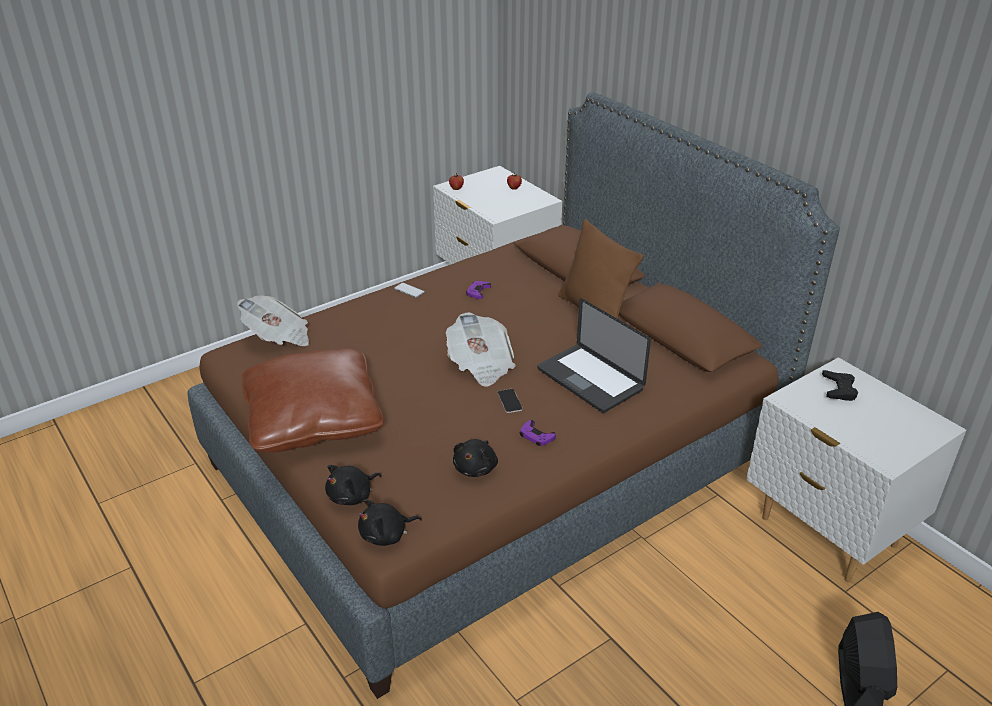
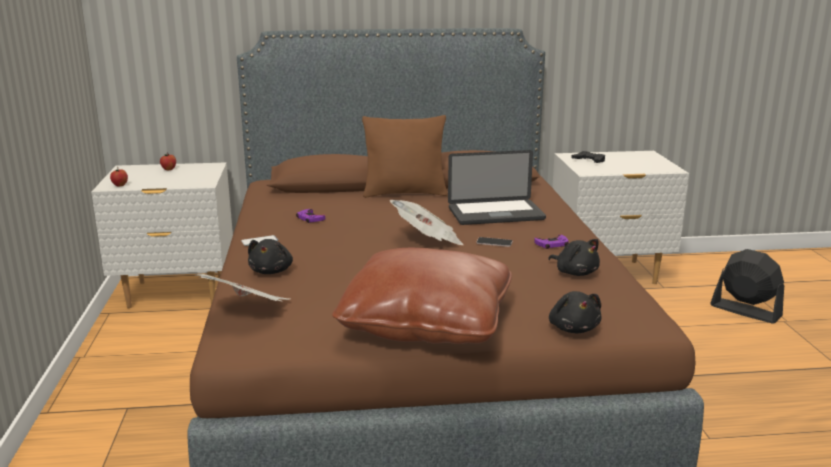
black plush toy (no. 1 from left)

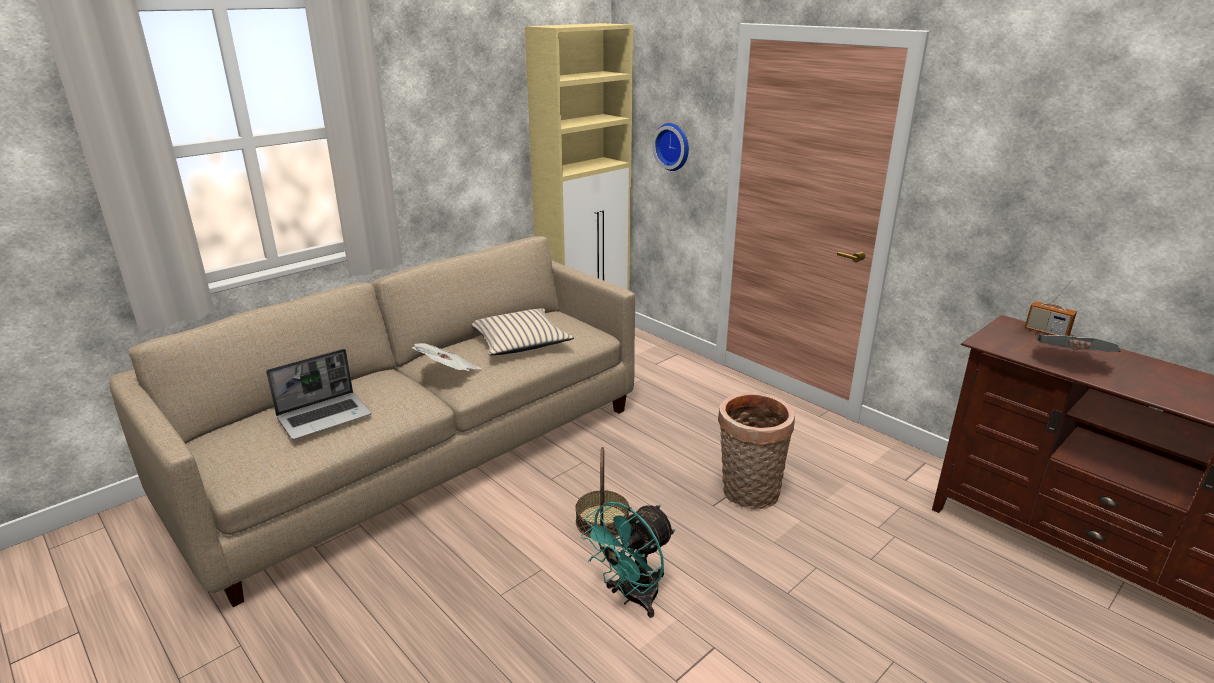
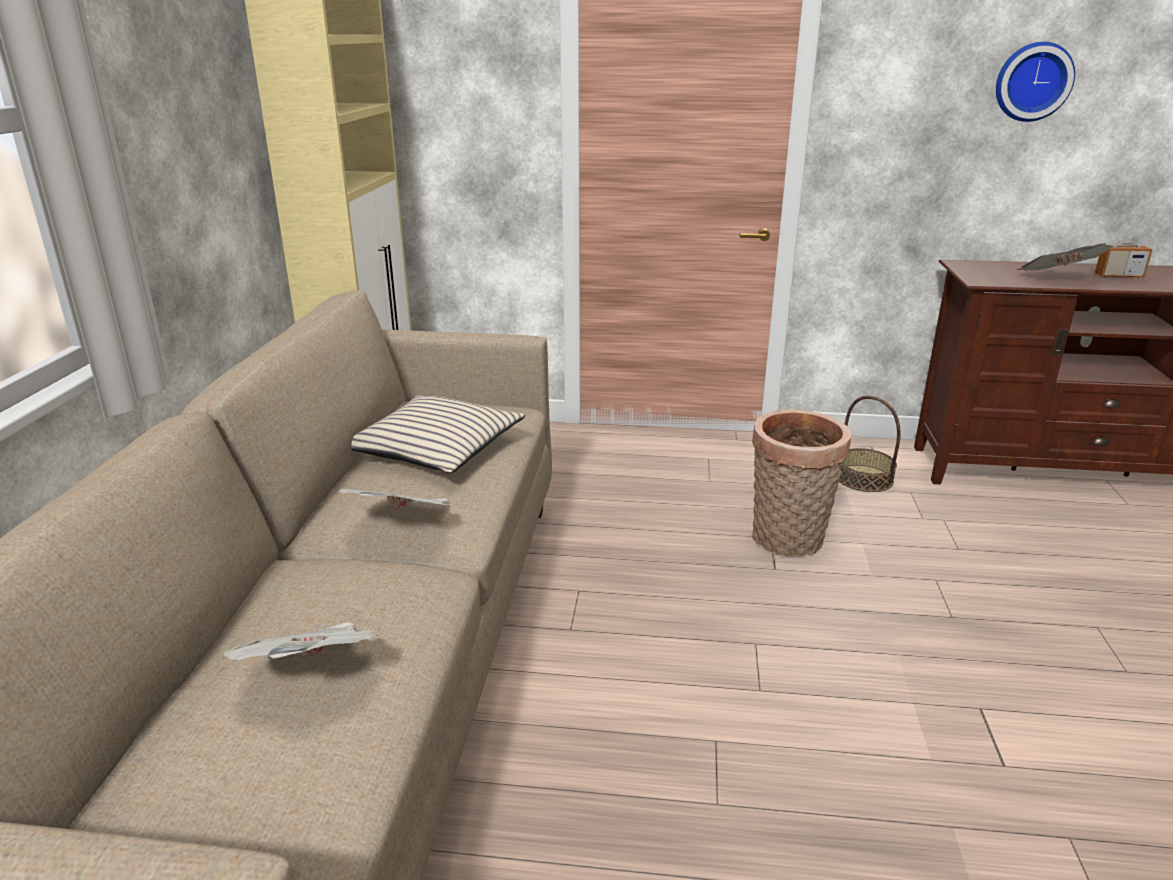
newspaper (no. 1 from left); basket (no. 2 from left); turquoise fan; wall clock; radio

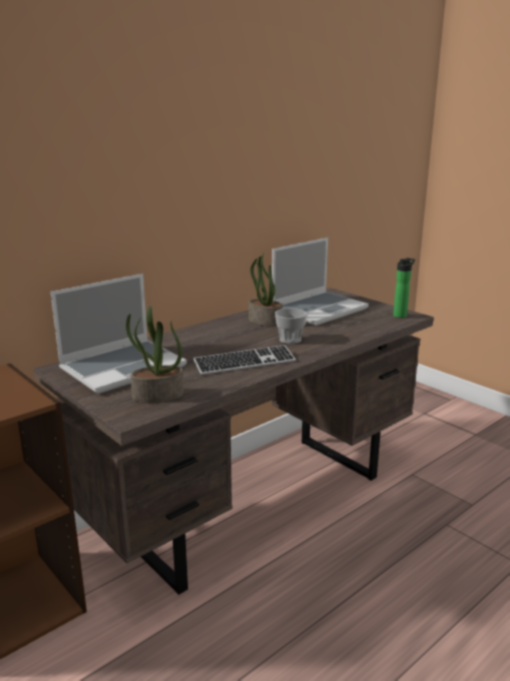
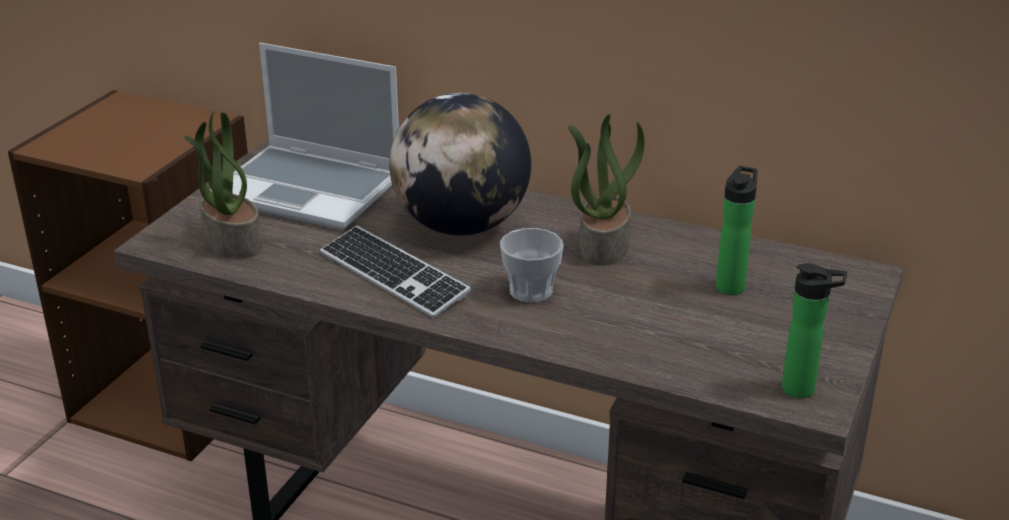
bottle (no. 1 from left); globe

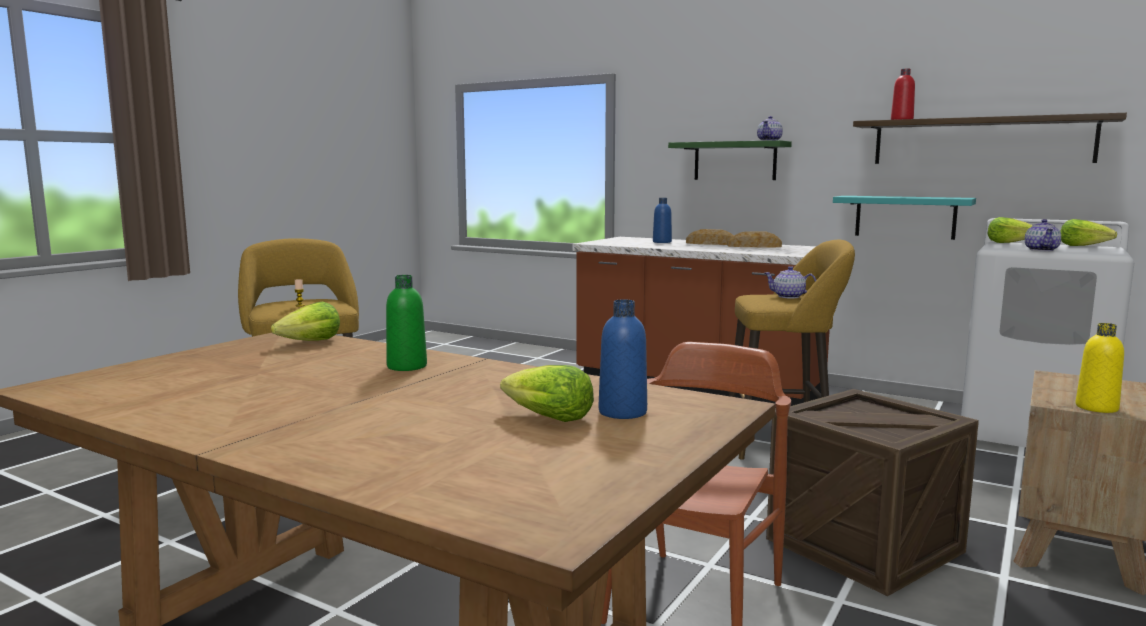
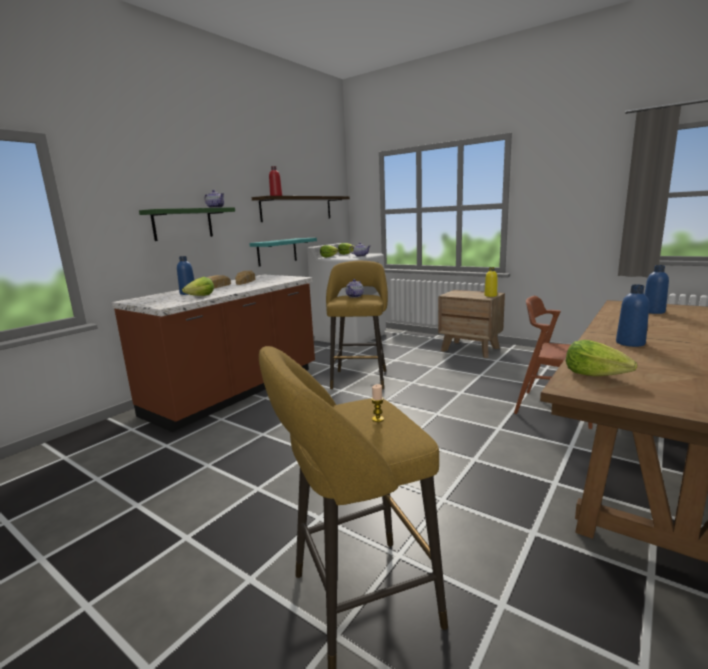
blue bottle (no. 2 from left); lettuce (no. 1 from left); crate

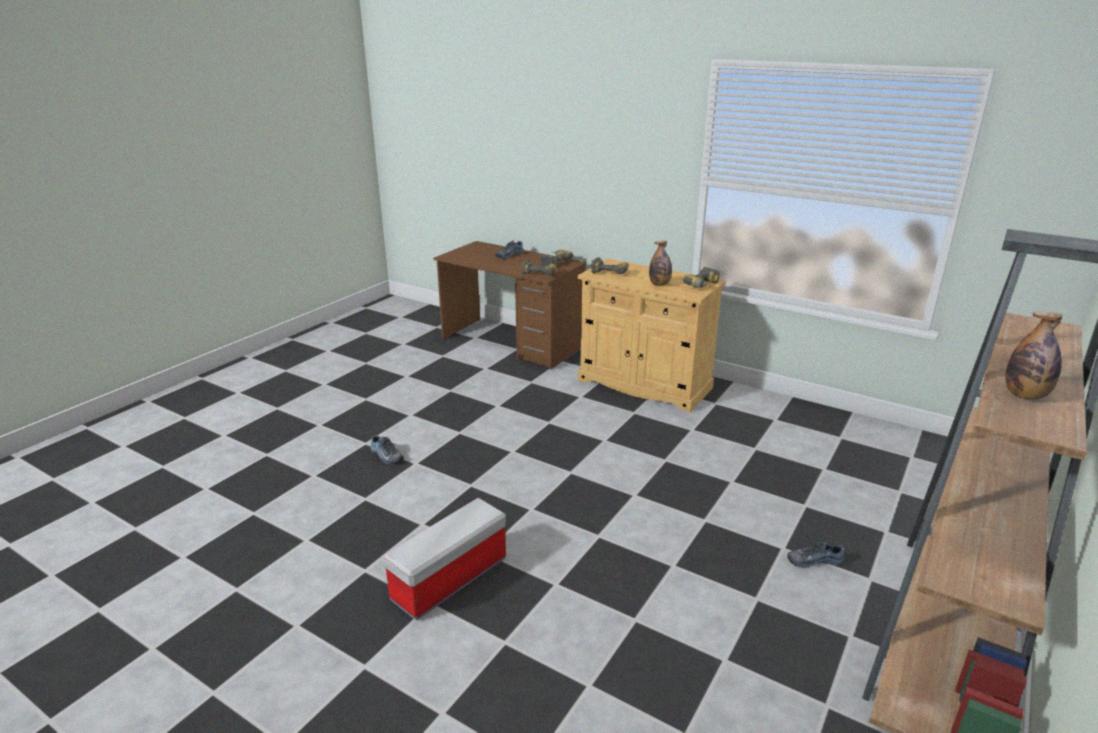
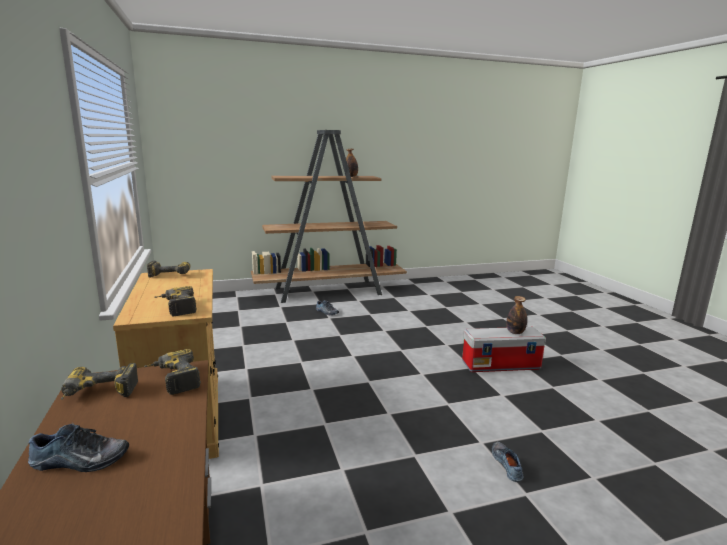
bottle (no. 2 from left)

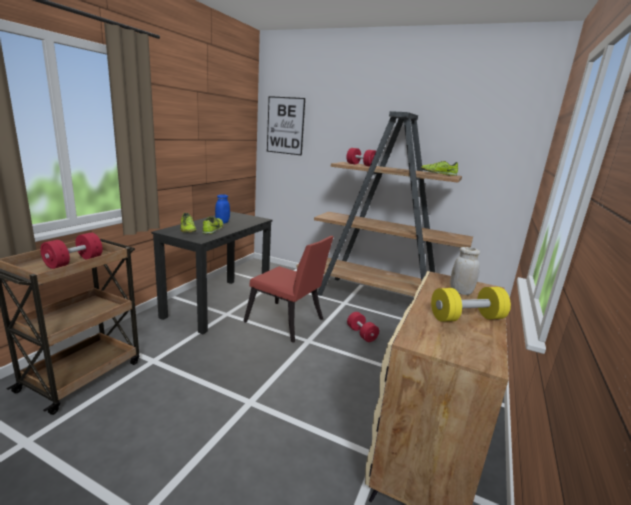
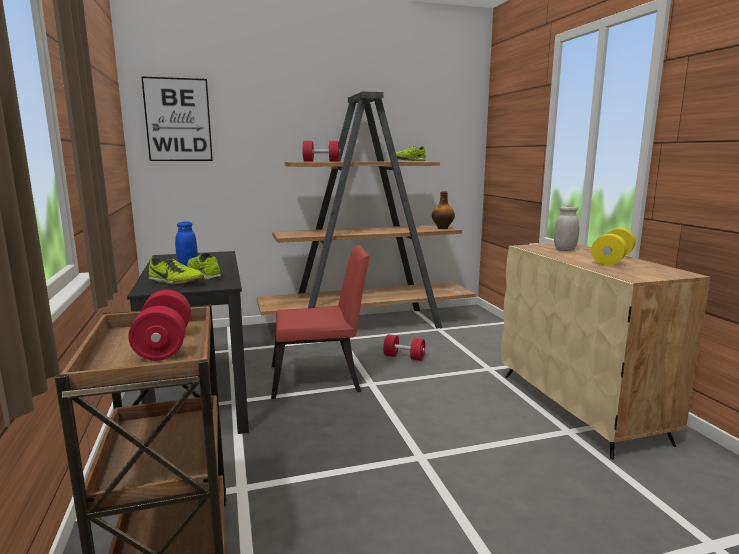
bottle

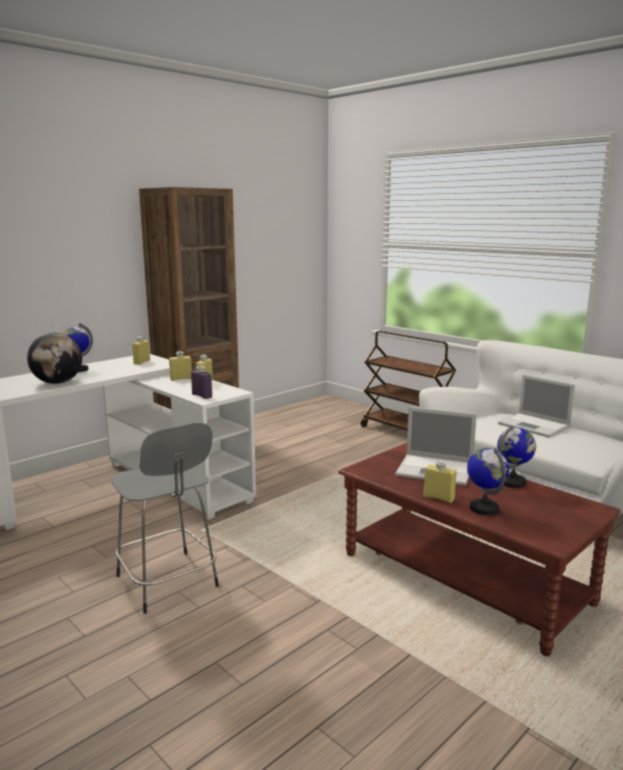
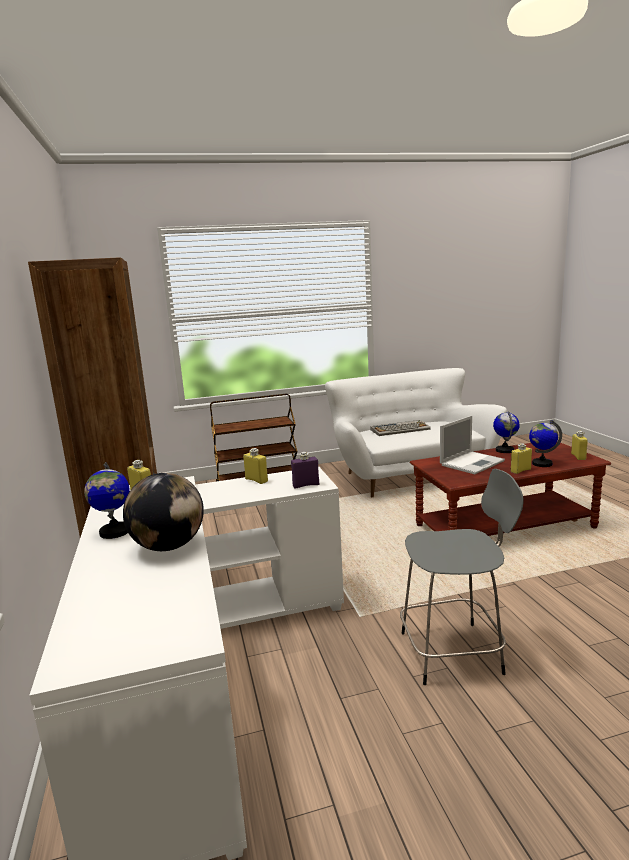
yellow bottle (no. 4 from left); keyboard

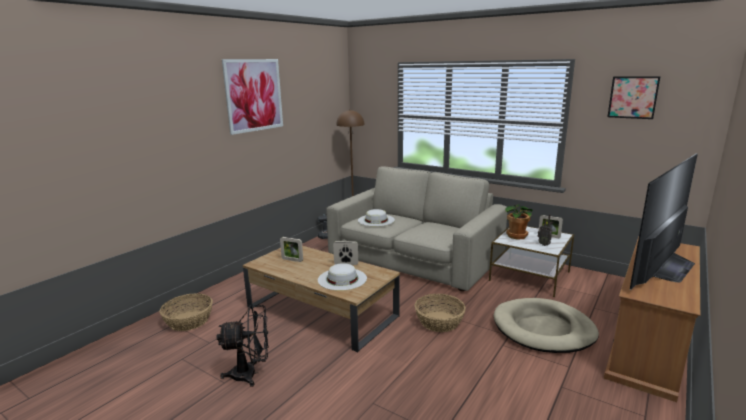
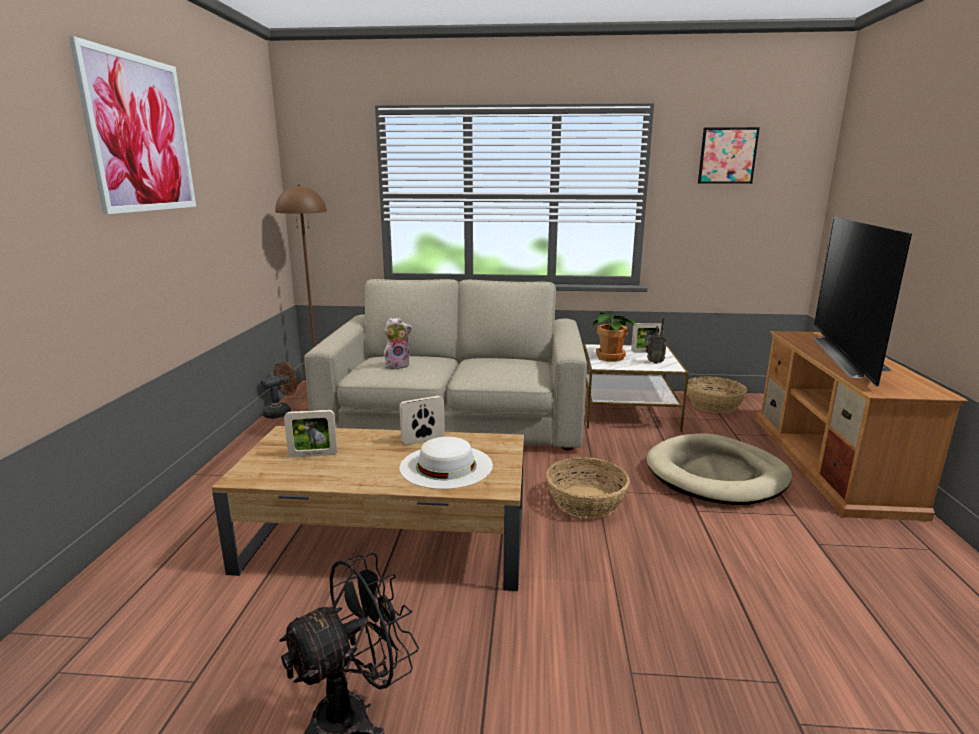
basket (no. 2 from left); plush toy

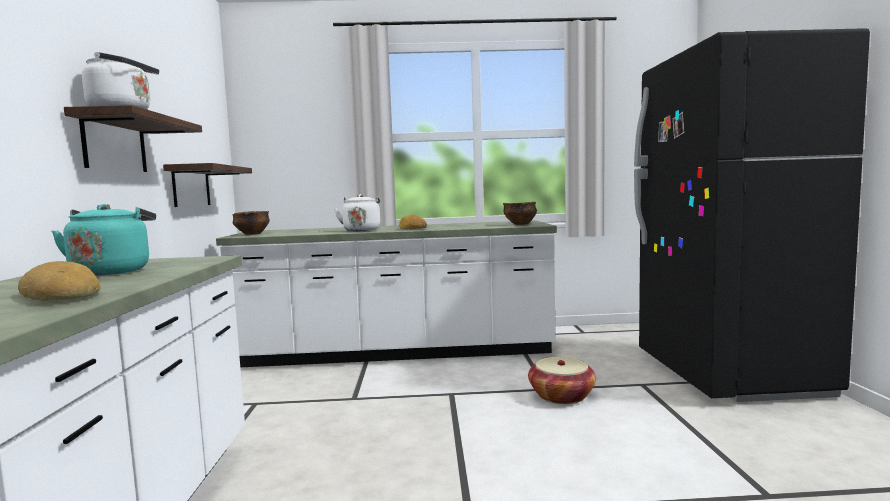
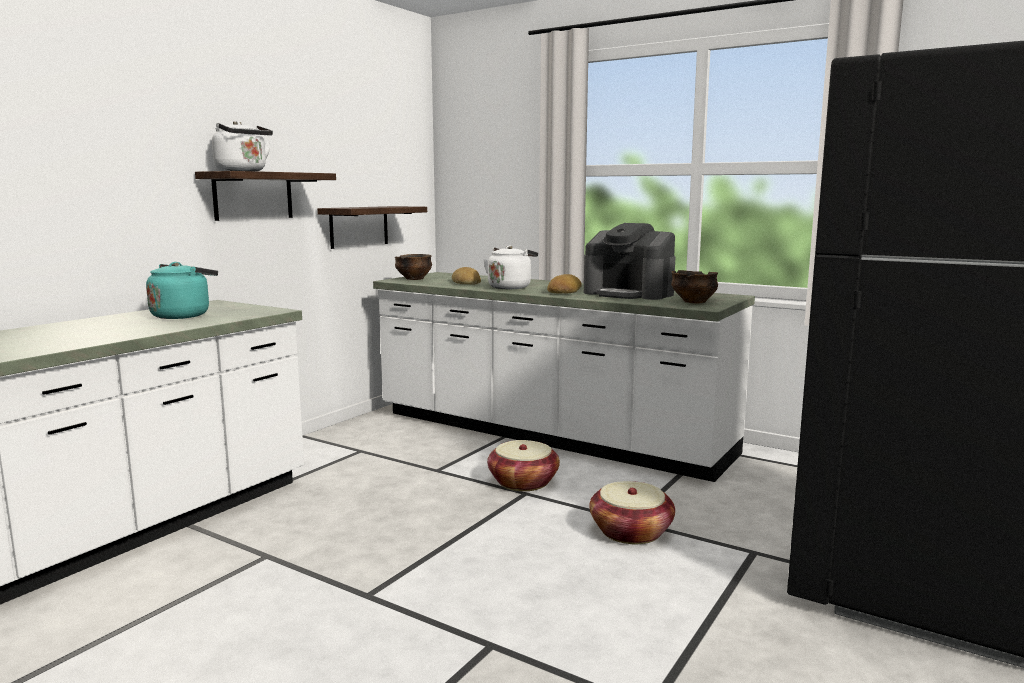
bread (no. 1 from left); basket (no. 1 from left); coffee machine

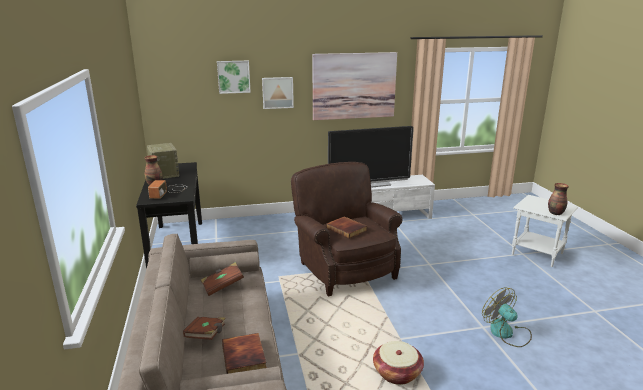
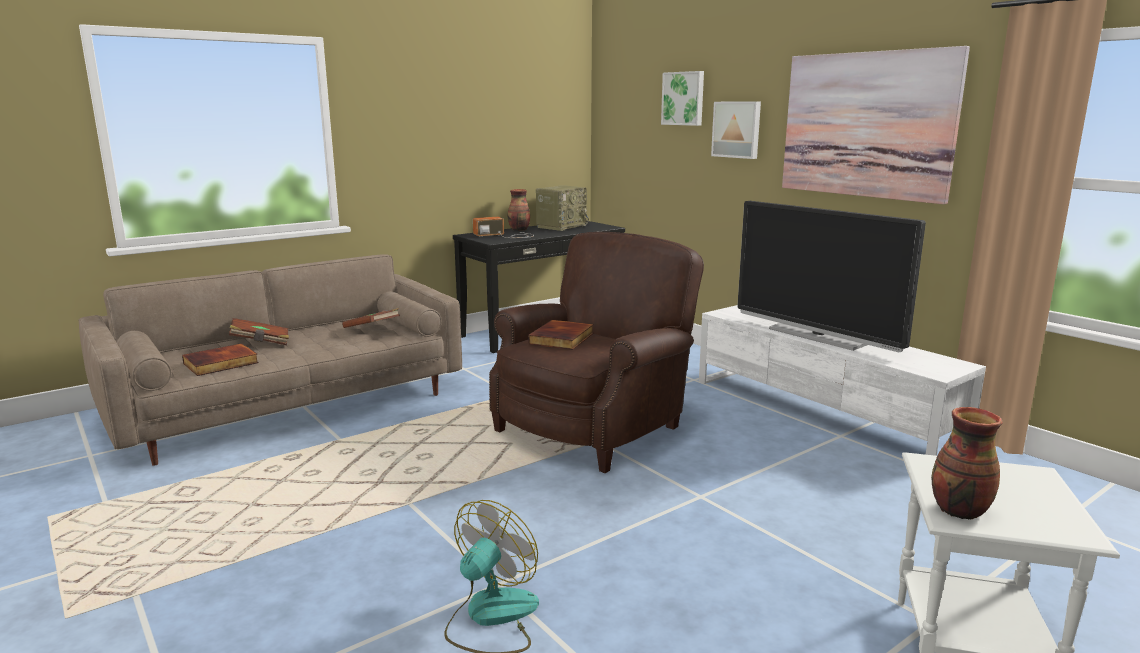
basket

